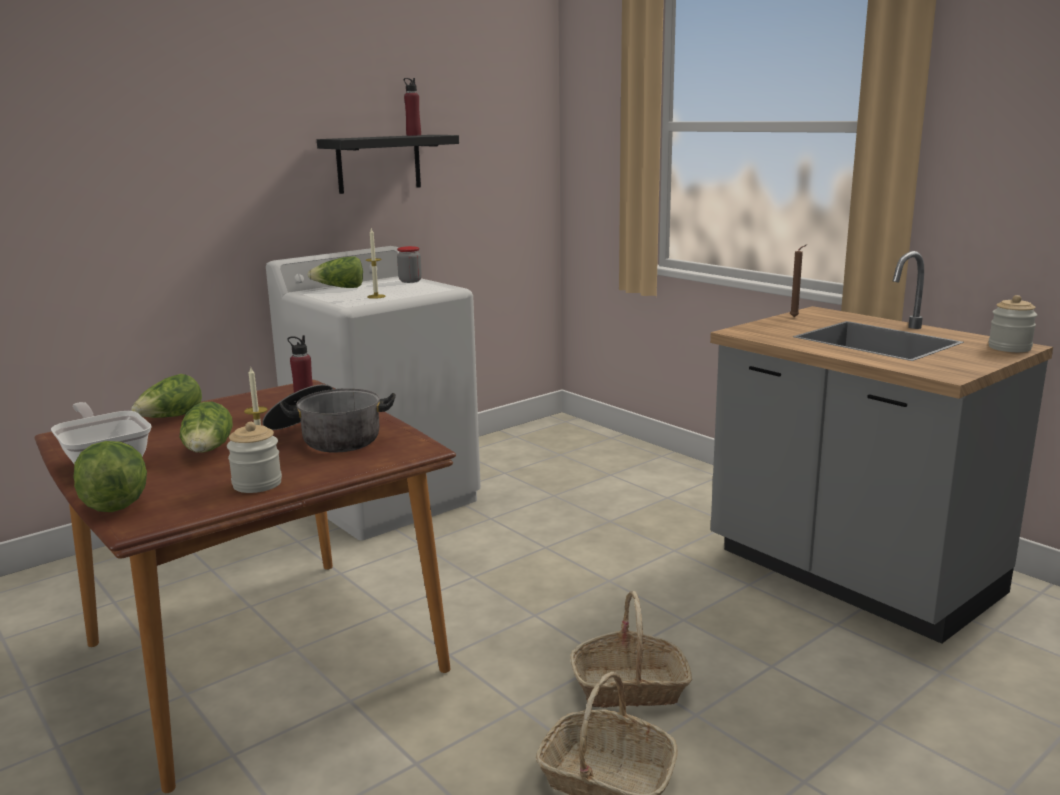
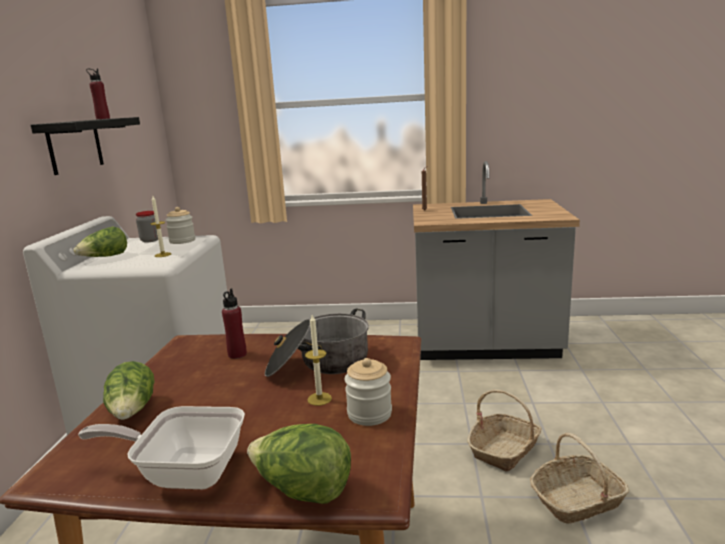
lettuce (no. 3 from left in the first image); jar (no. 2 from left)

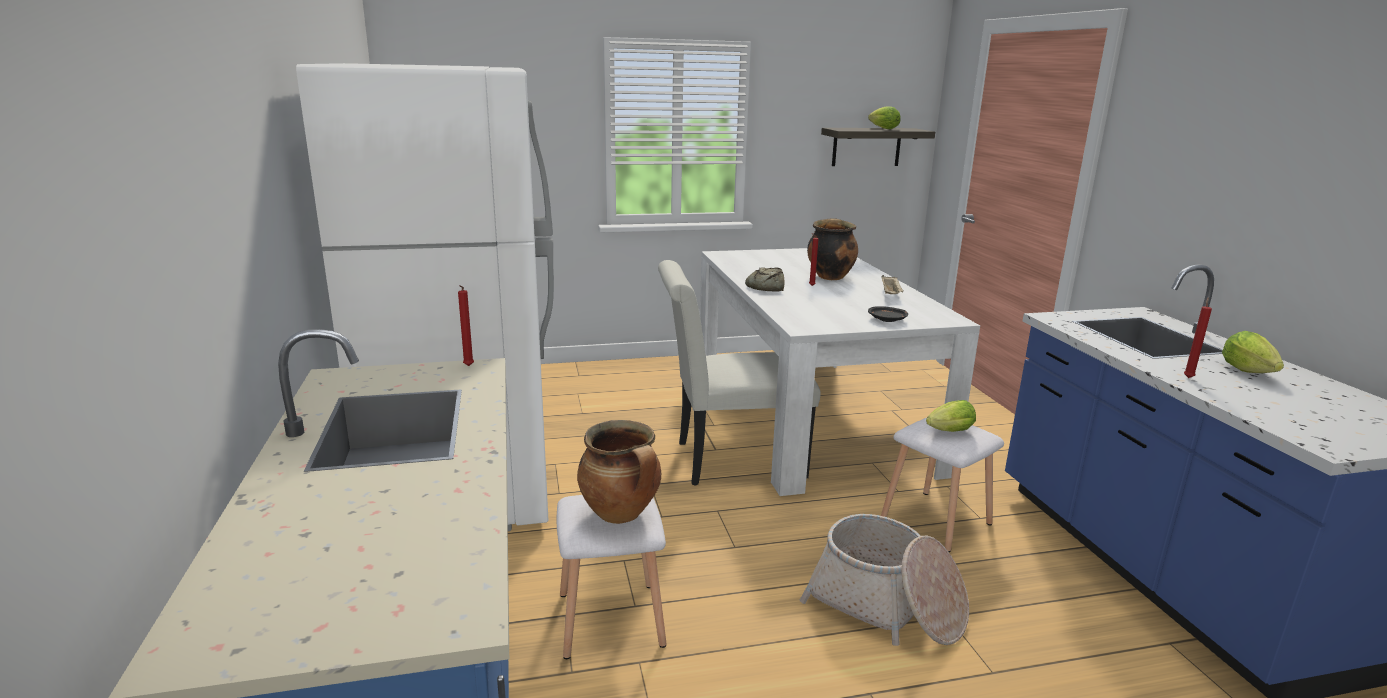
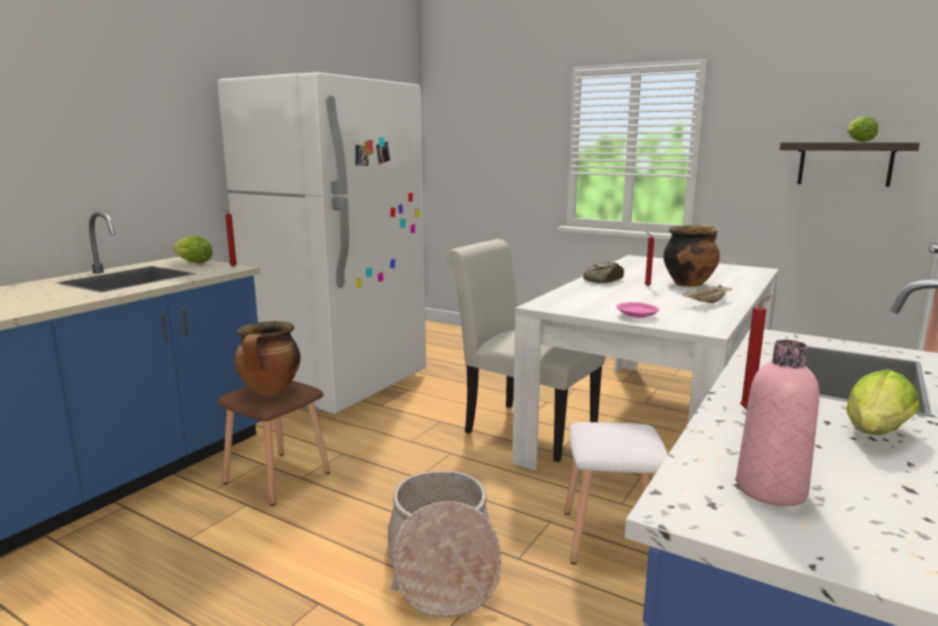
brown stool; pink plate; lettuce (no. 1 from left); pink bottle

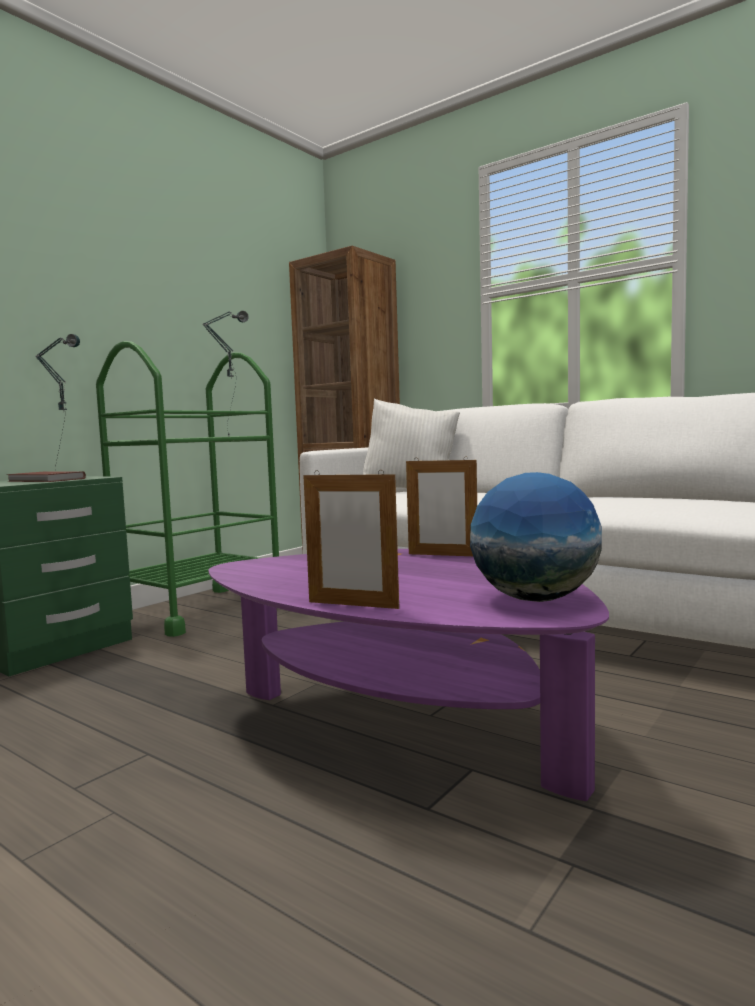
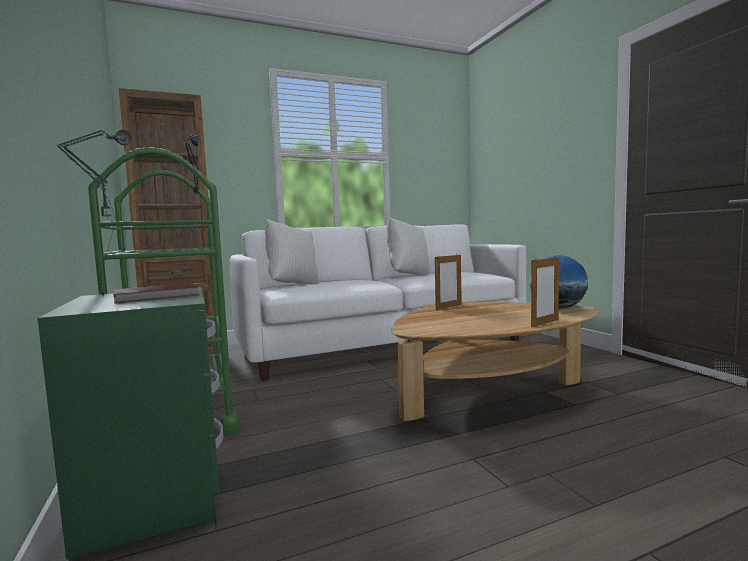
brown coffee table; white pillow (no. 2 from left)

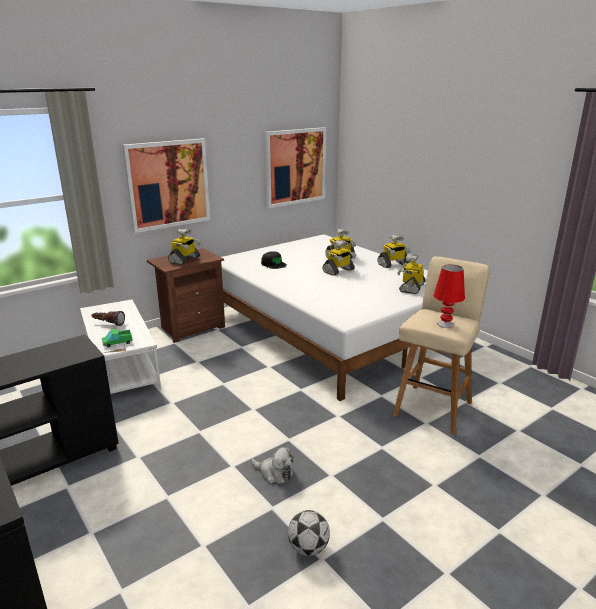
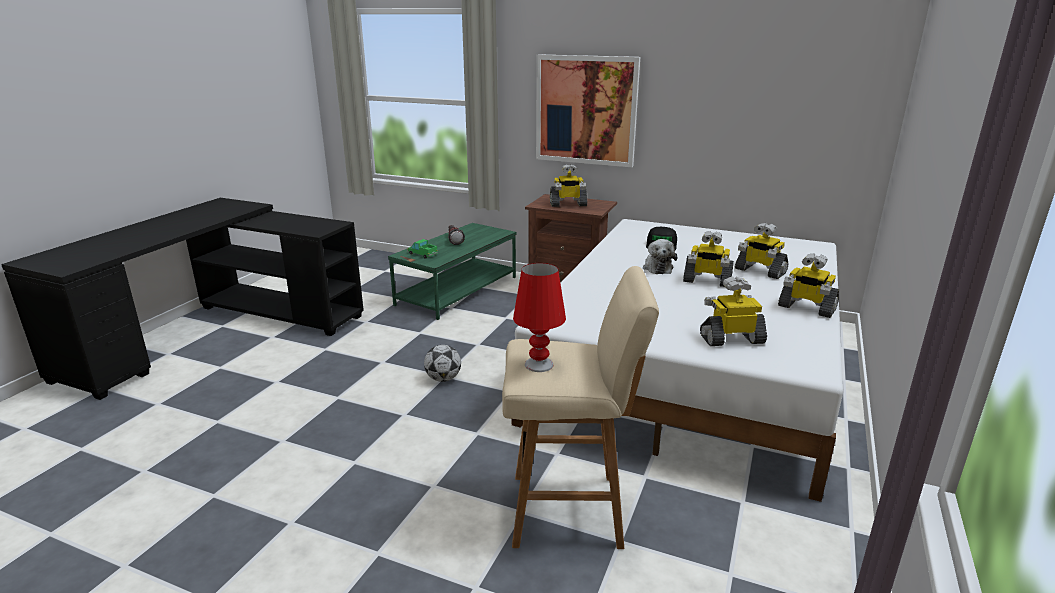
green coffee table; plush toy; picture (no. 2 from left in the first image); football

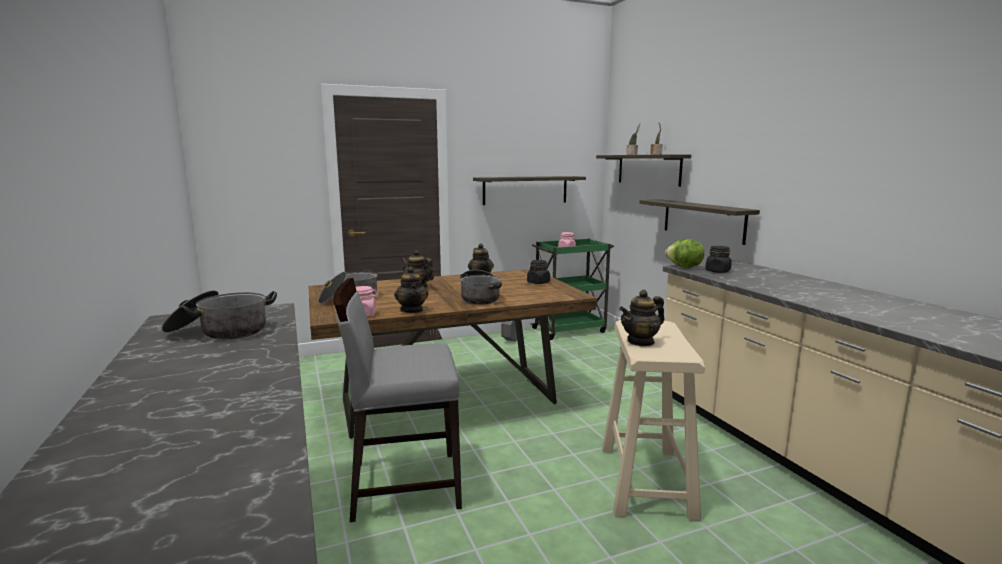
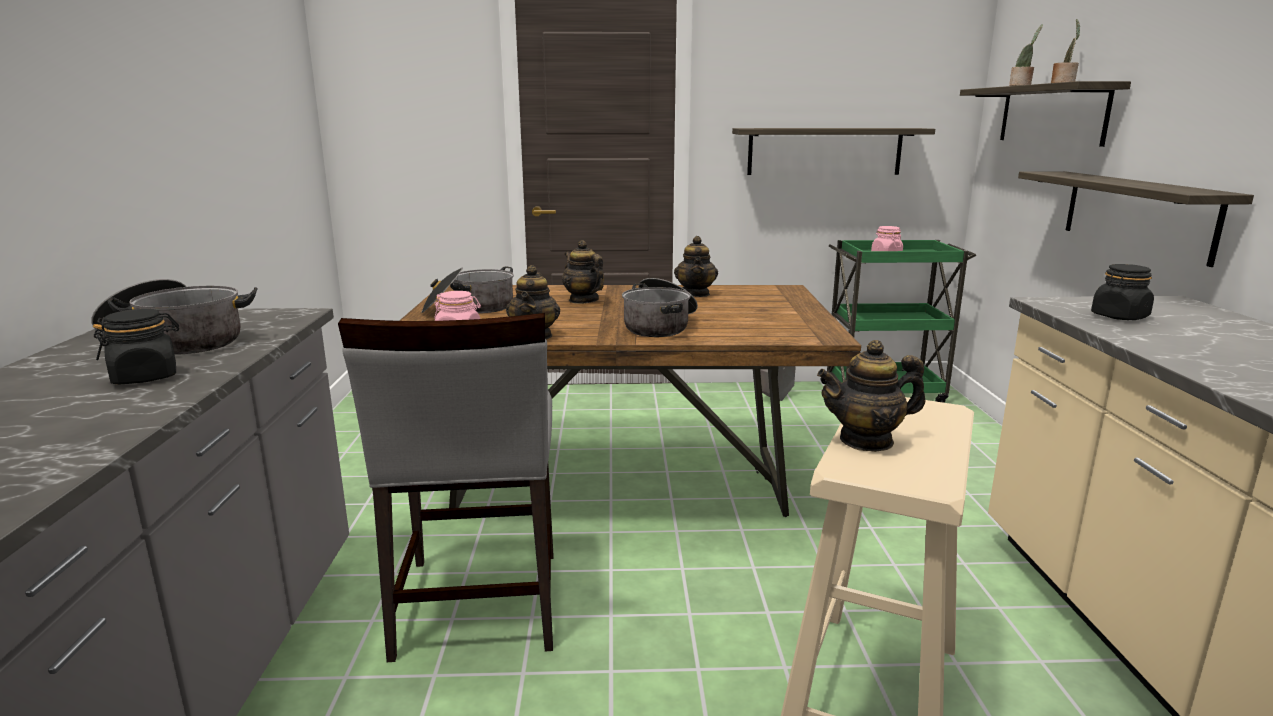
grey chair; black jar (no. 1 from left); lettuce

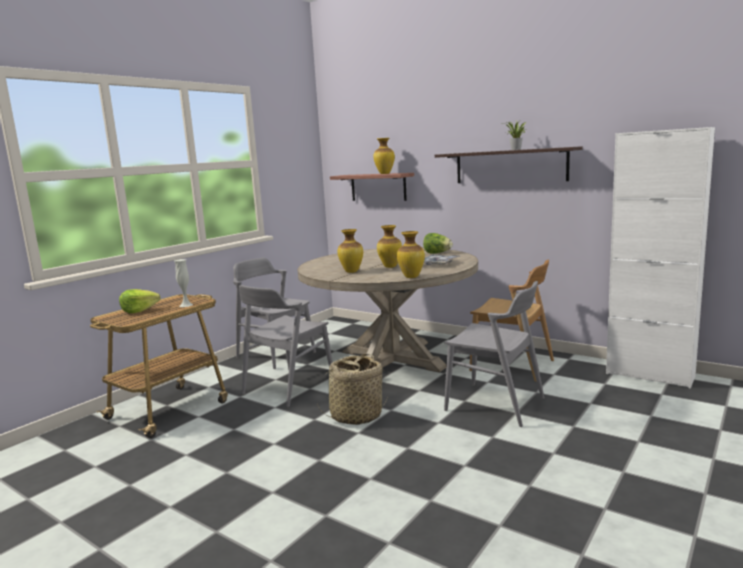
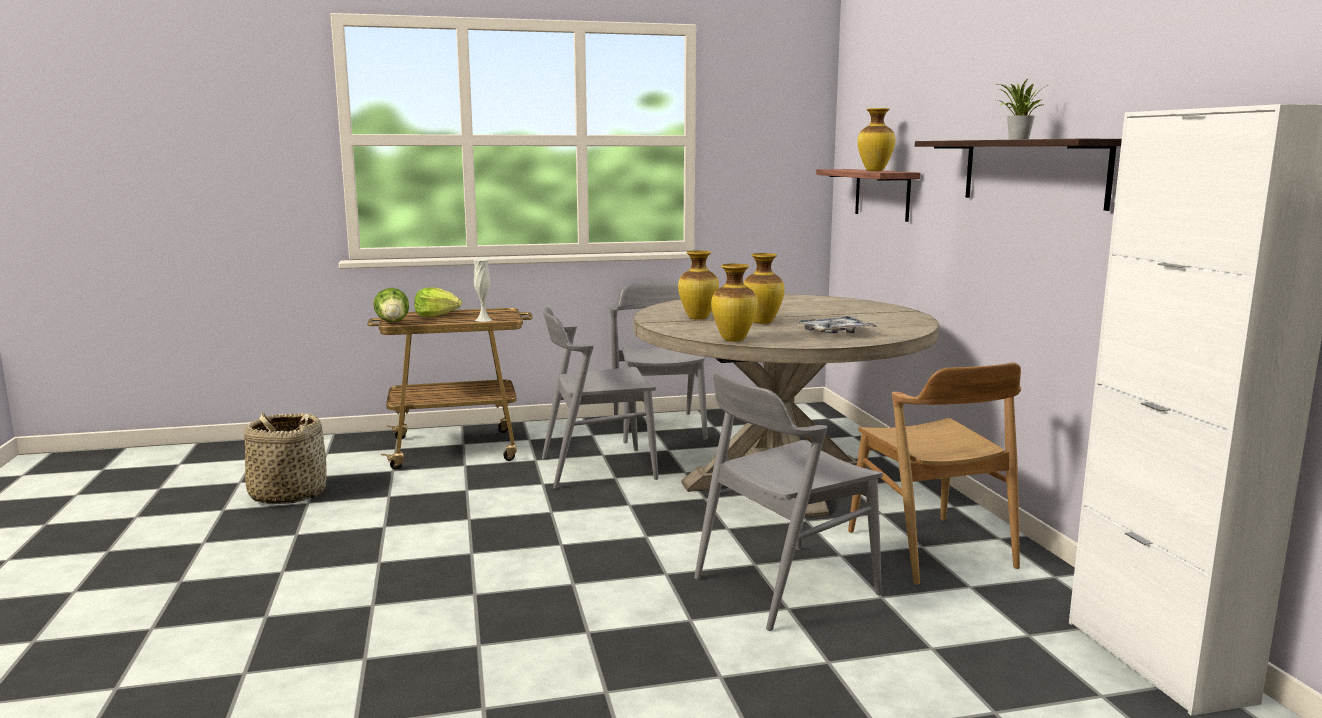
basket; lettuce (no. 1 from left); grey chair (no. 3 from left)

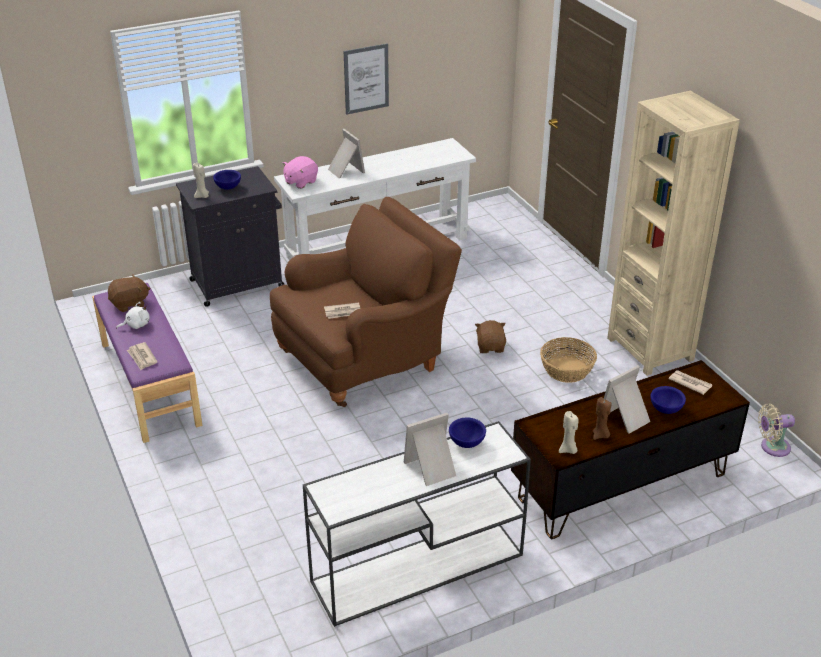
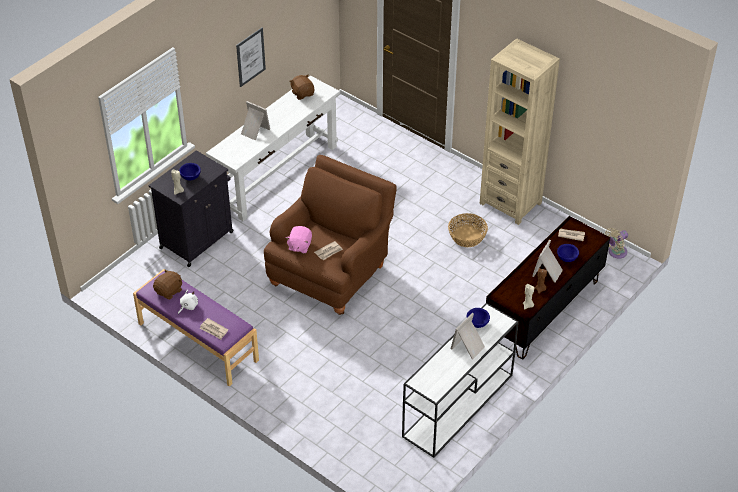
pink plush toy; brown plush toy (no. 2 from left)

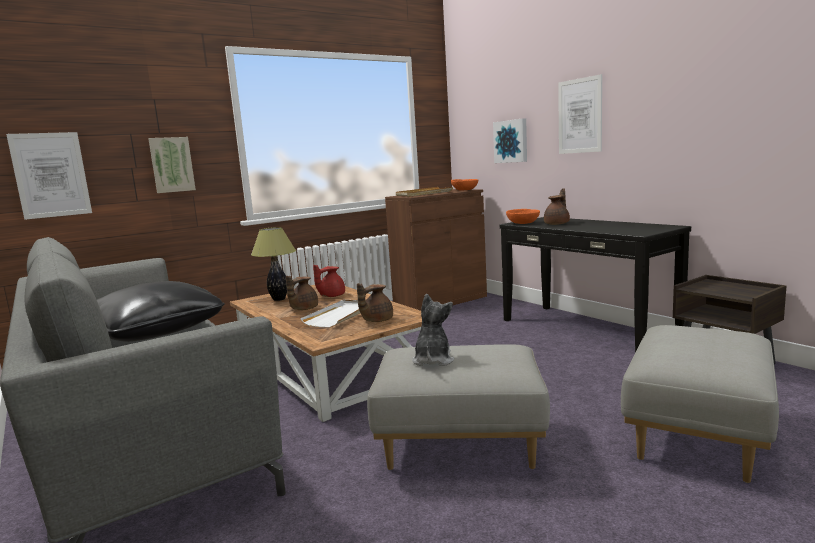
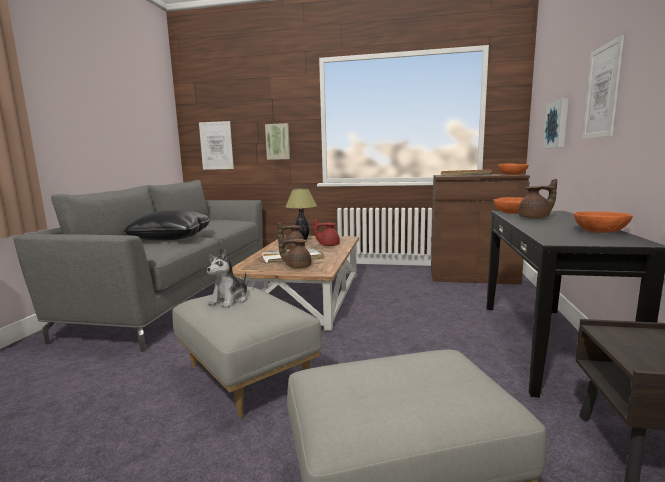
plush toy; orange bowl (no. 3 from left)

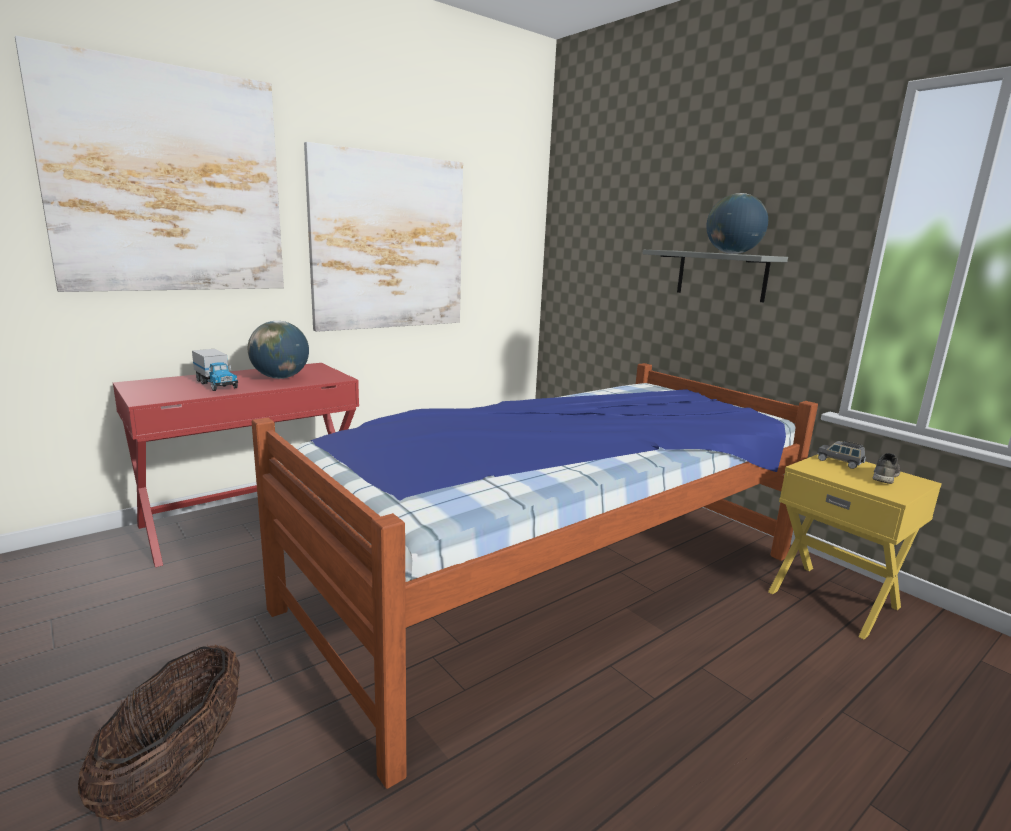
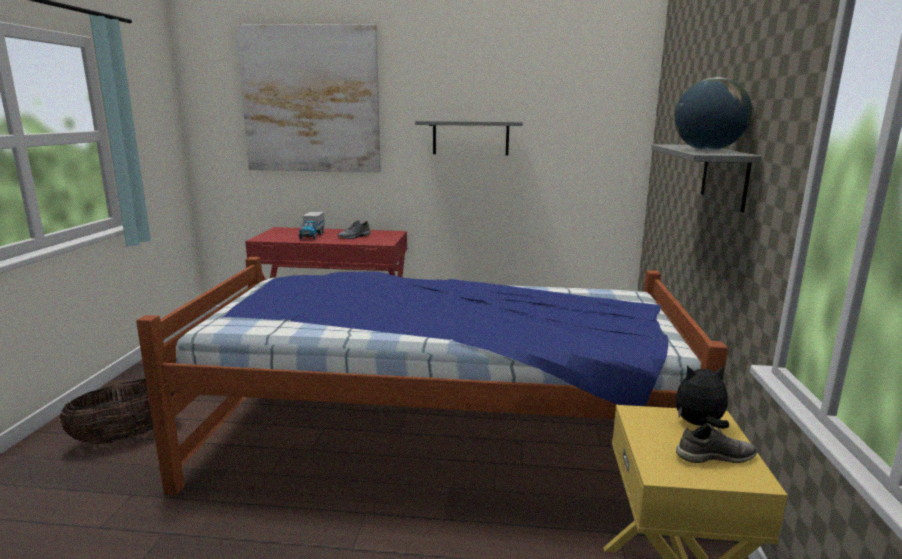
grey shoe (no. 1 from left); grey shelf (no. 1 from left); plush toy

